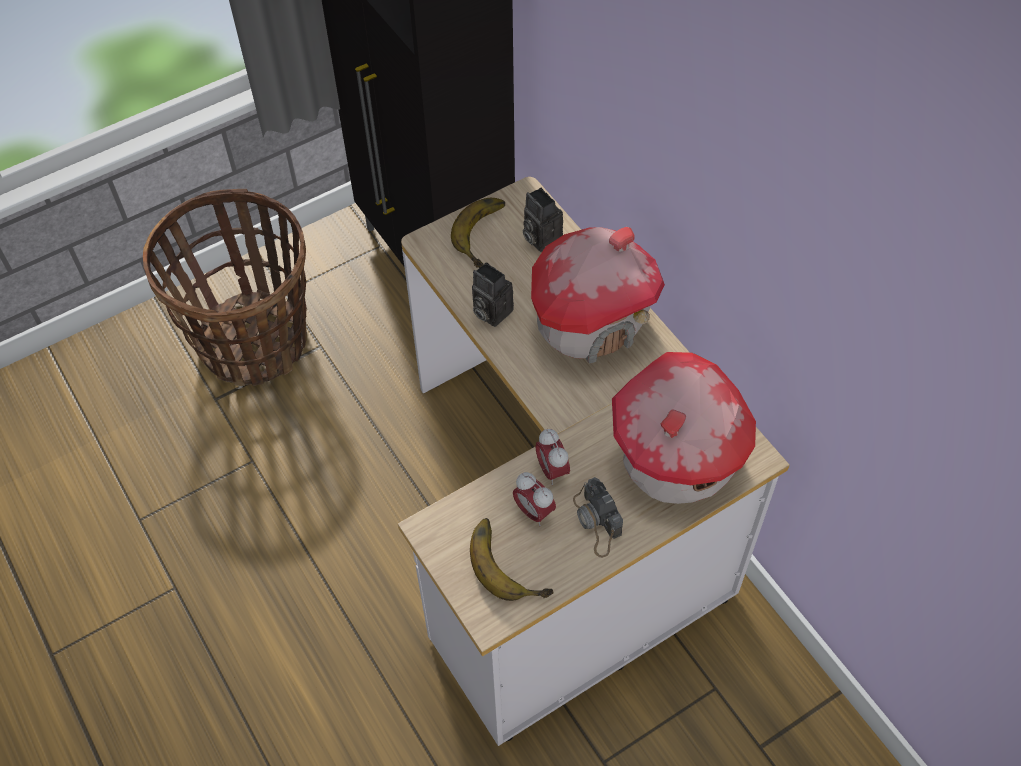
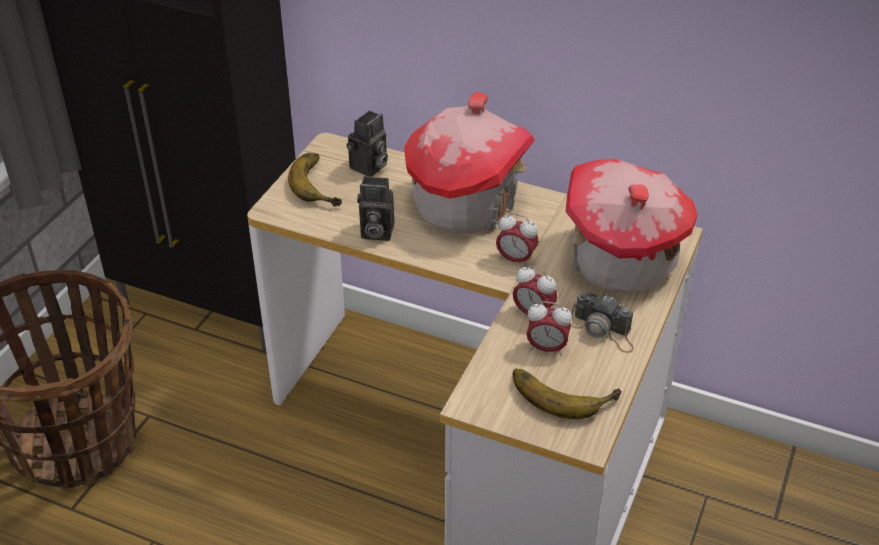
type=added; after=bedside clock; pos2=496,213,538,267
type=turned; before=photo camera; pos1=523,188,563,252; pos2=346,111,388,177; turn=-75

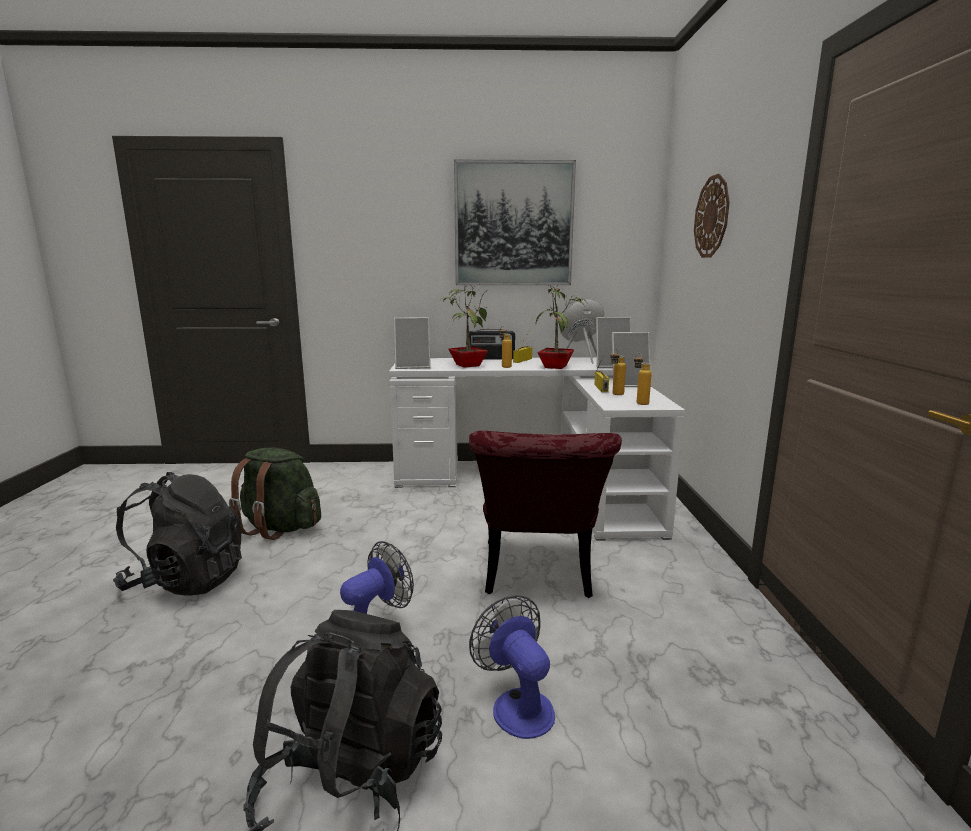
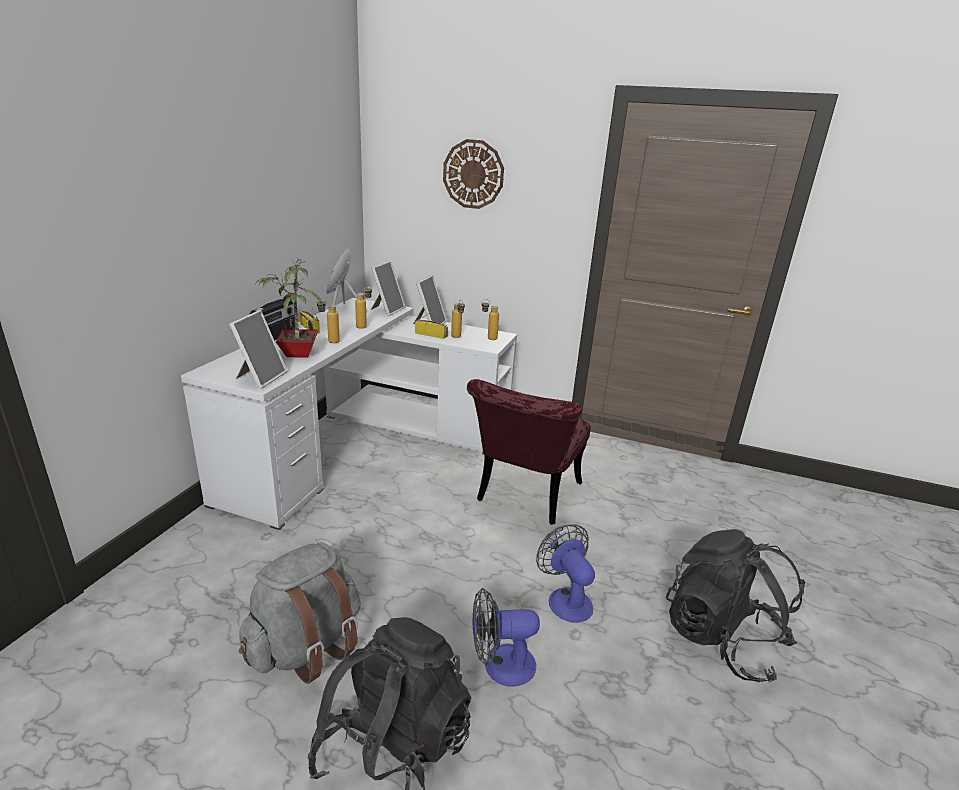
type=removed; before=wall picture; pos1=454,160,576,285
type=moved; before=fan; pos1=469,595,555,739; pos2=472,588,540,687
type=replaced; before=potted plant; after=beverage bottle; pos1=536,285,588,369; pos2=355,285,372,329
type=recoloured; before=greenish knapsack; after=gray knapsack; pos1=229,448,321,540; pos2=239,542,361,684
type=turned; before=reddish upright chair; pos1=469,431,622,598; pos2=467,379,591,525; turn=90

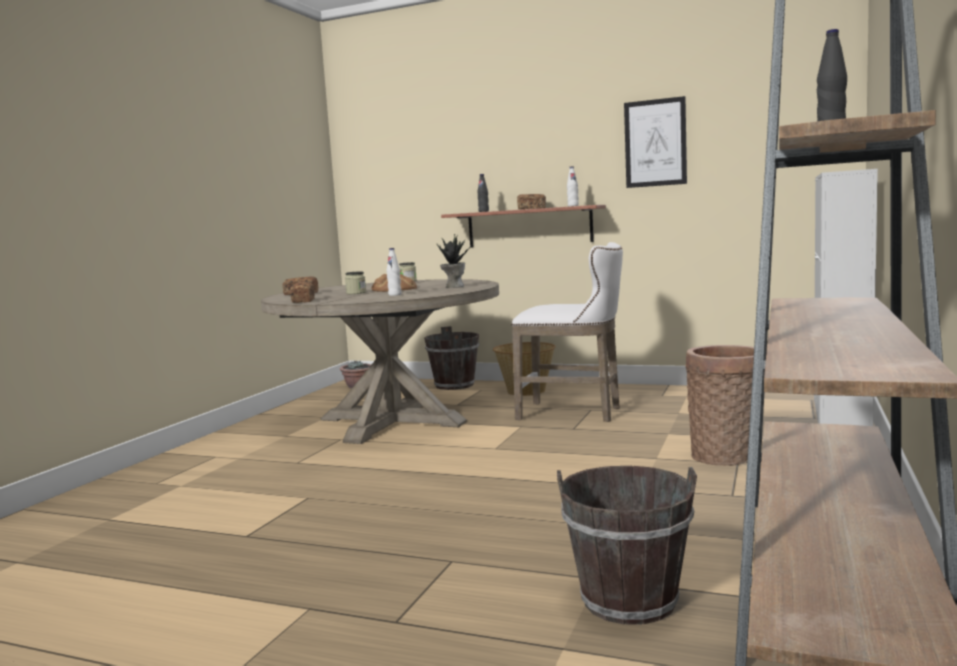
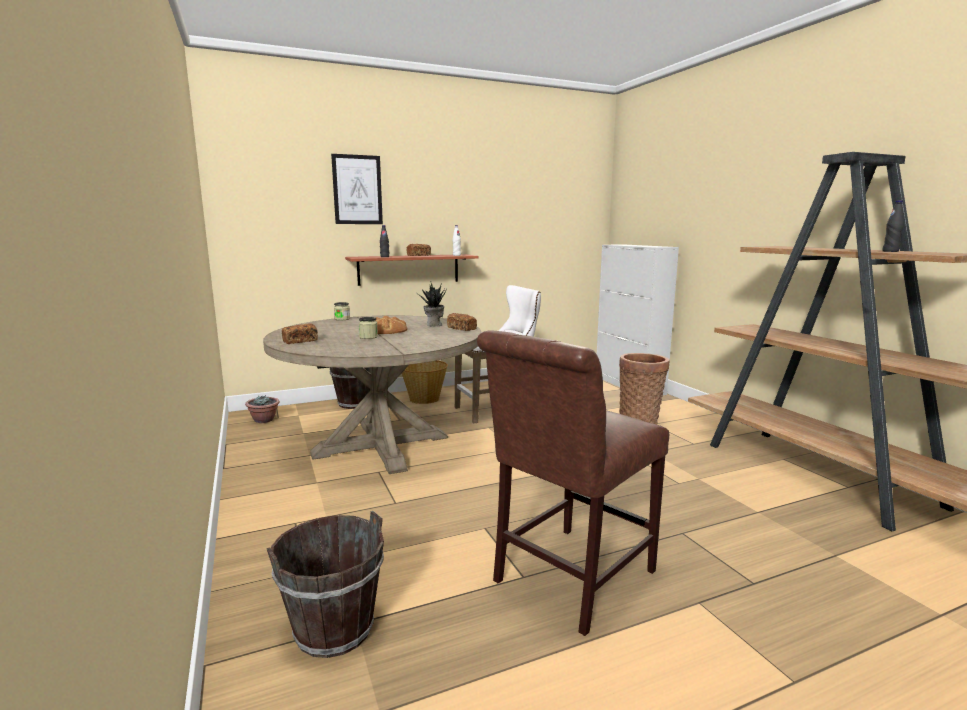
type=removed; before=white-coloured beverage bottle; pos1=387,248,401,296
type=added; after=brown-coloured upright chair; pos2=477,331,669,636
type=moved; before=bread; pos1=290,281,315,303; pos2=447,313,477,331
type=moved; before=brown-coloured bucket; pos1=557,466,697,625; pos2=267,511,384,658
type=moved; before=wall picture; pos1=624,96,687,188; pos2=331,154,383,224

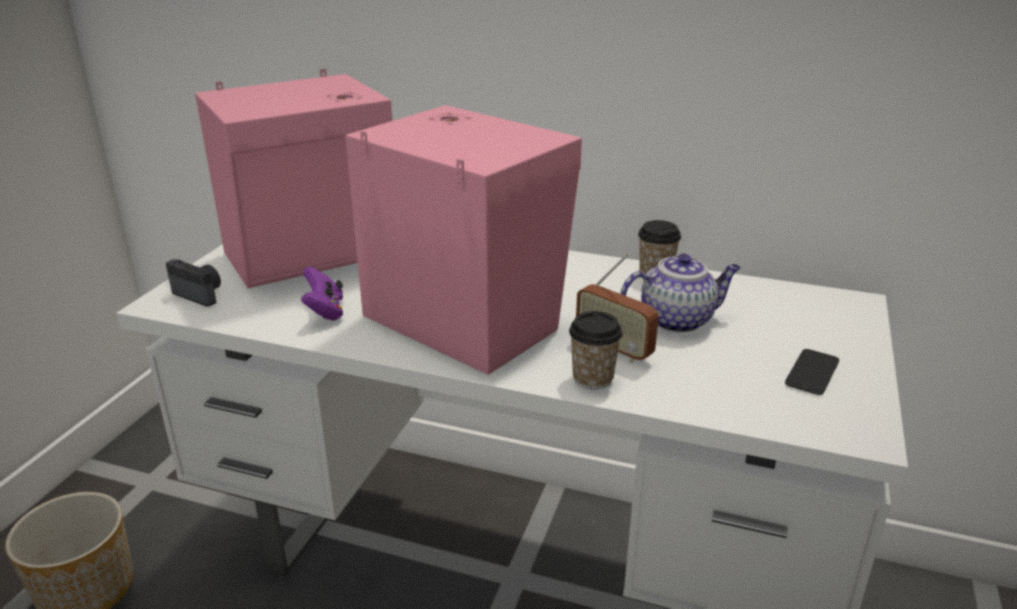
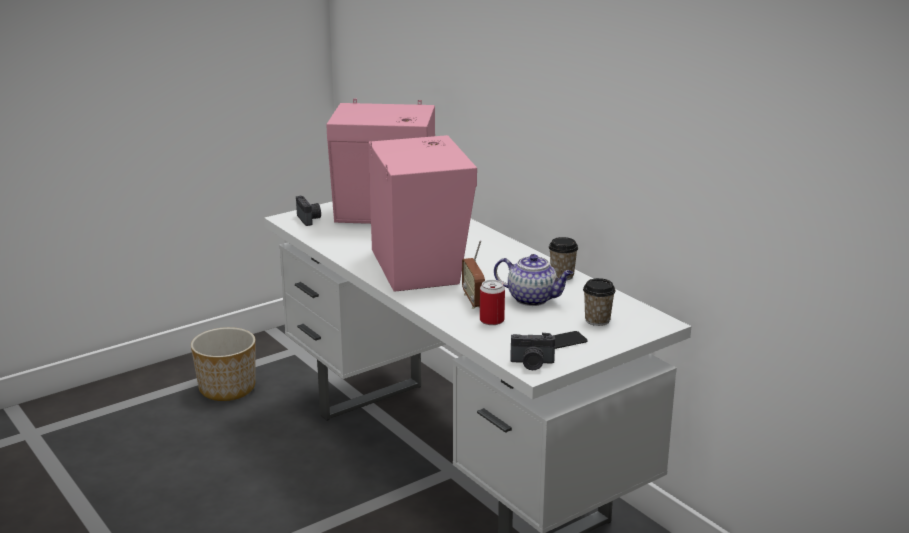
type=removed; before=purplish gamepad; pos1=301,267,343,321
type=added; after=metal can; pos2=480,280,505,325
type=added; after=photo camera; pos2=510,333,555,370
type=moved; before=drinking cup; pos1=569,311,623,390; pos2=583,278,616,326

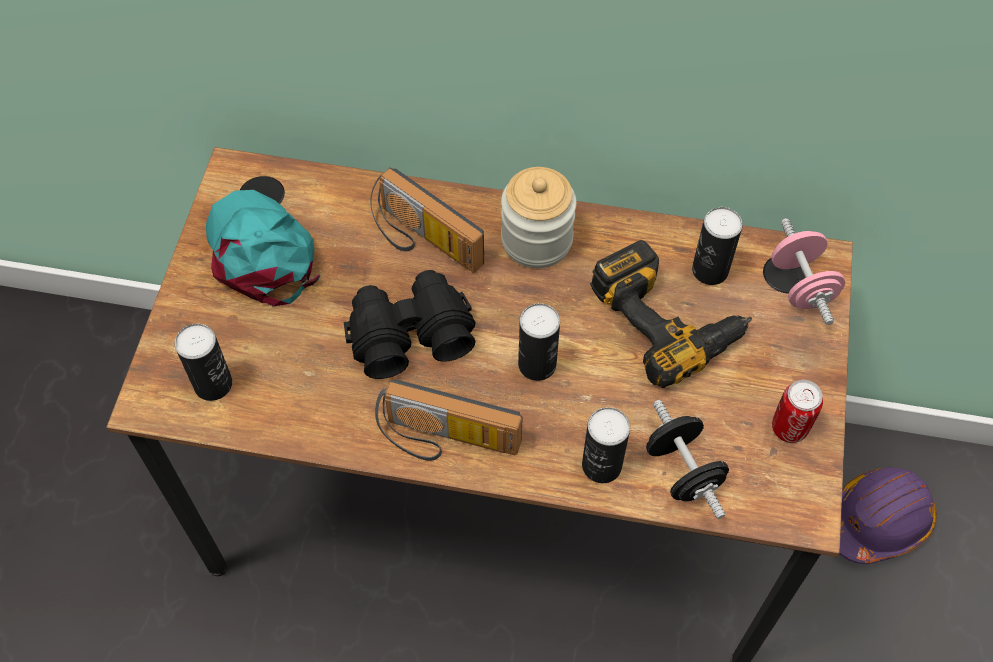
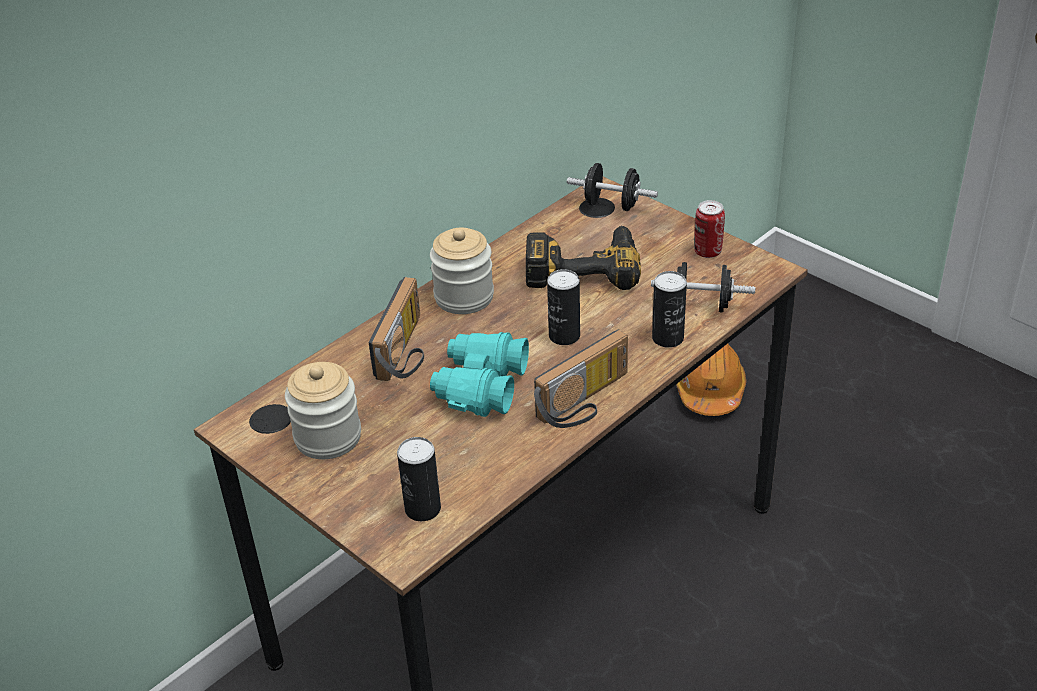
type=removed; before=metal can; pos1=692,207,743,285
type=replaced; before=turquoise cap; after=jar; pos1=206,190,321,306; pos2=285,362,361,459
type=recoloured; before=blackish pair of binoculars; after=turquoise pair of binoculars; pos1=344,270,476,379; pos2=430,332,529,417
type=recoloured; before=pink hand weight; after=blackish hand weight; pos1=771,218,845,325; pos2=567,163,658,211
type=recoloured; before=purplish safety helmet; after=orangey safety helmet; pos1=839,467,937,564; pos2=676,344,746,416
type=turned; before=radio receiver; pos1=370,167,484,273; pos2=369,277,424,381; turn=-60

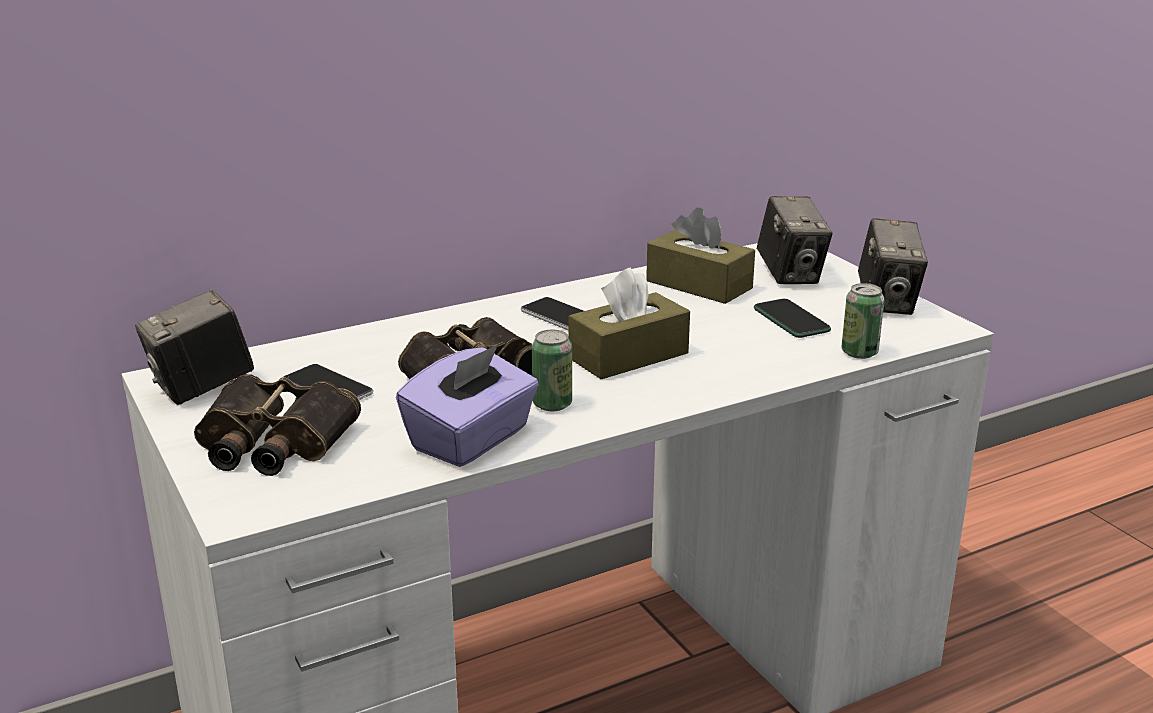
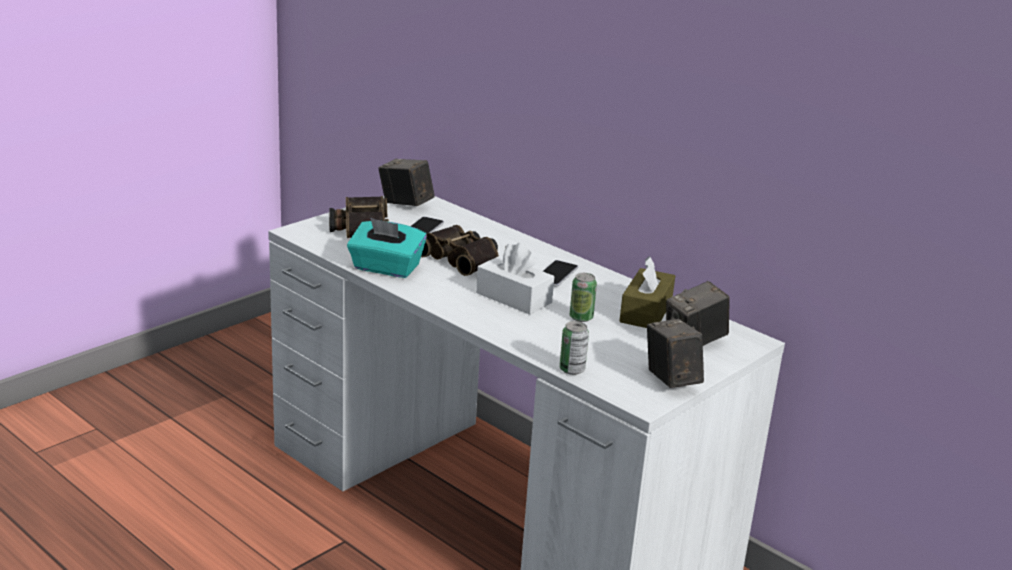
type=removed; before=telephone; pos1=754,299,831,338
type=moved; before=metal can; pos1=532,330,572,411; pos2=570,273,597,322
type=recoloured; before=purplish tissue holder; after=turquoise tissue holder; pos1=396,344,539,467; pos2=347,218,427,278
type=recoloured; before=brown-coloured tissue holder; after=white-coloured tissue holder; pos1=569,267,690,379; pos2=476,243,554,315
type=turned; before=photo camera; pos1=858,218,928,315; pos2=647,319,704,388; turn=90

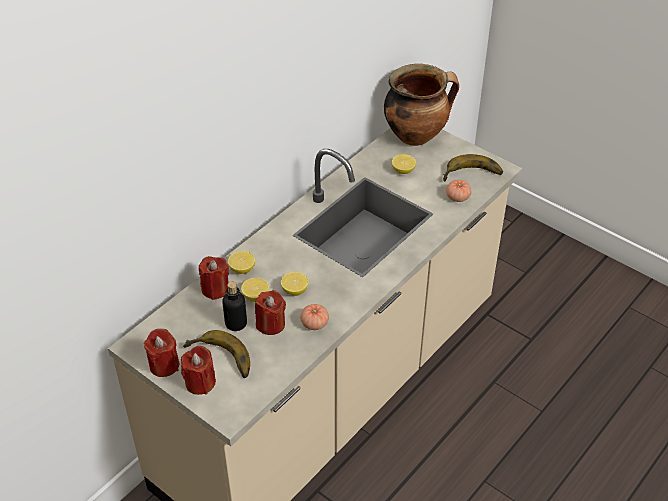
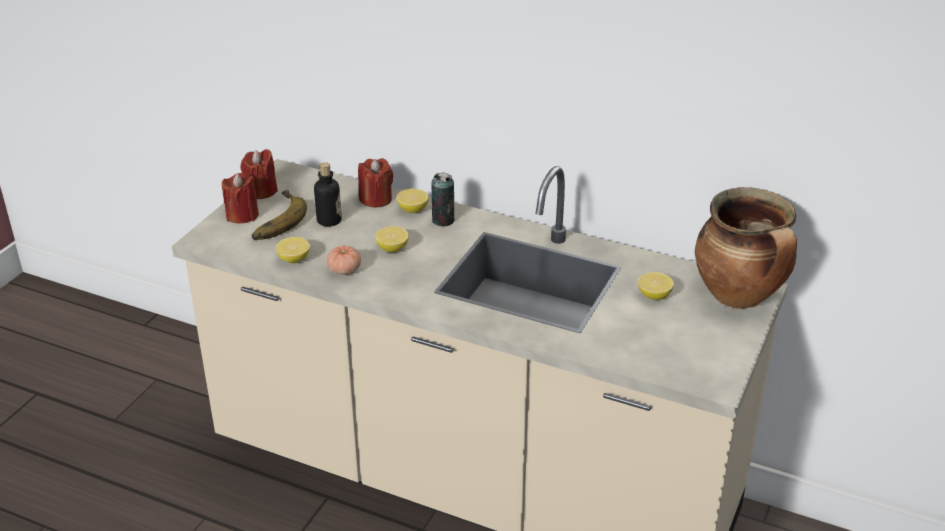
type=removed; before=reddish candle; pos1=255,290,286,335
type=removed; before=banana fruit; pos1=443,154,503,181
type=removed; before=fresh tomato; pos1=446,180,471,202
type=added; after=metal can; pos2=431,172,454,226
type=moved; before=lemon; pos1=241,278,269,302; pos2=276,237,310,263

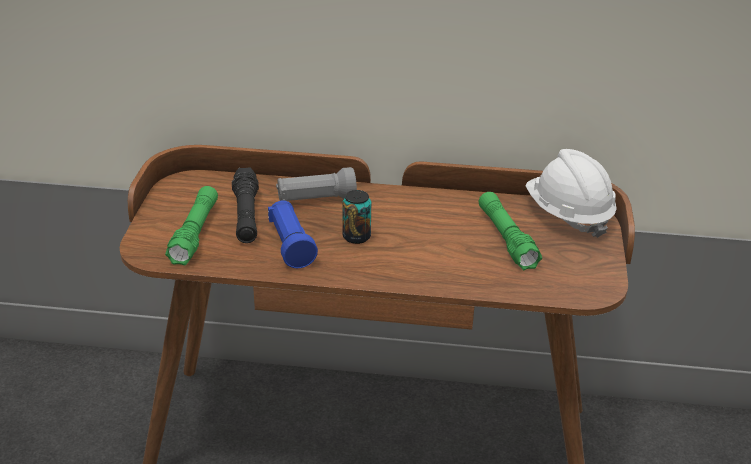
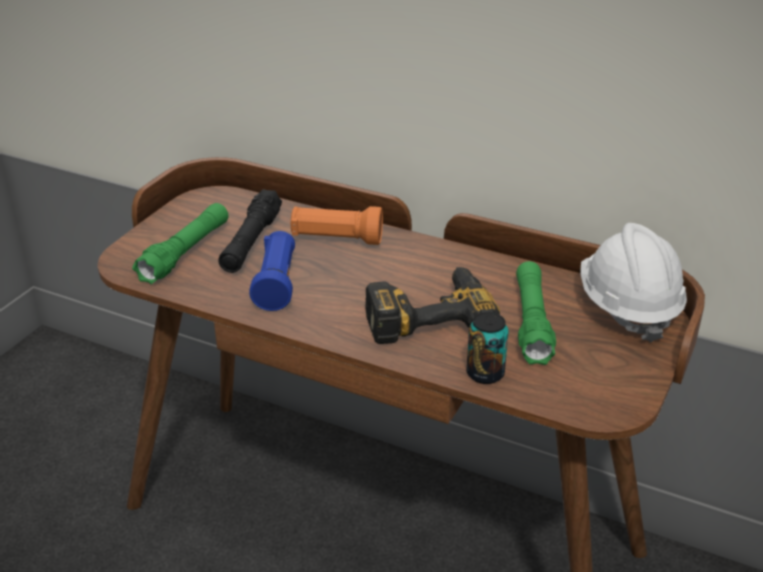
type=added; after=electric drill; pos2=365,267,500,344
type=moved; before=metal can; pos1=342,190,371,244; pos2=466,312,509,384
type=recoloured; before=gray hand torch; after=orangey hand torch; pos1=276,167,357,201; pos2=291,206,383,245

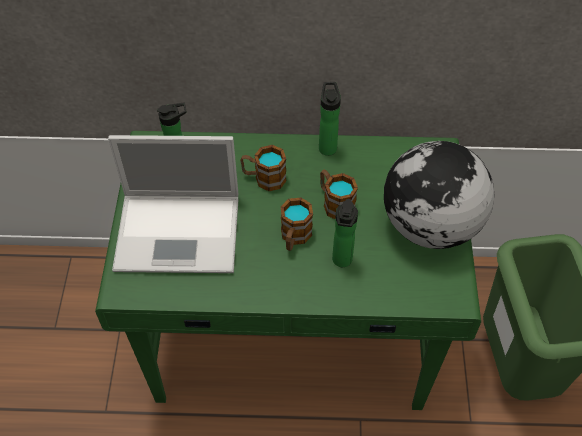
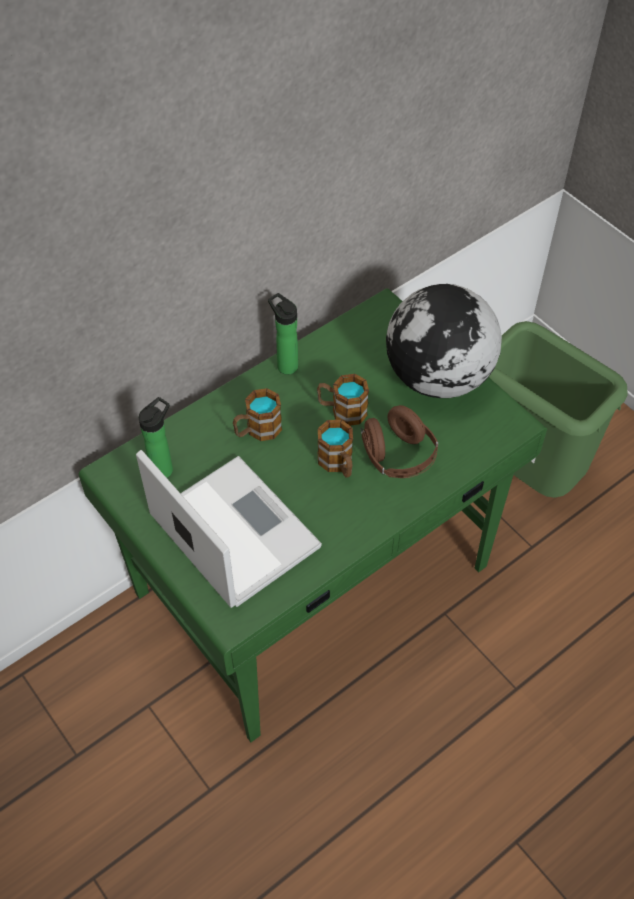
type=replaced; before=beverage bottle; after=brown-coloured pair of headphones; pos1=332,199,358,267; pos2=361,405,438,478
type=turned; before=portable computer; pos1=108,135,238,273; pos2=136,450,322,608; turn=-90

